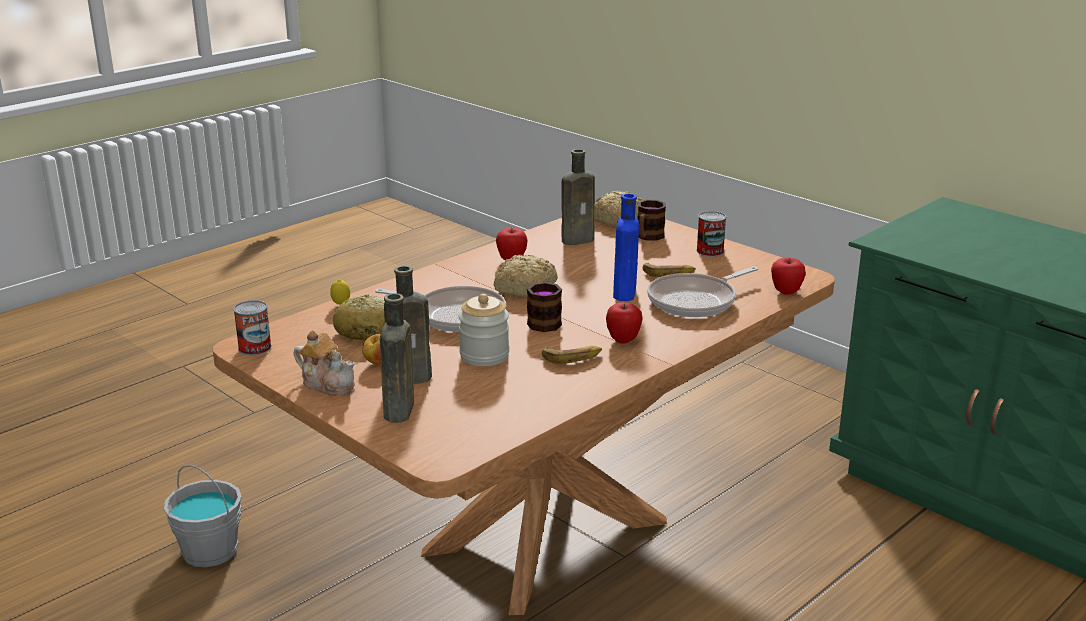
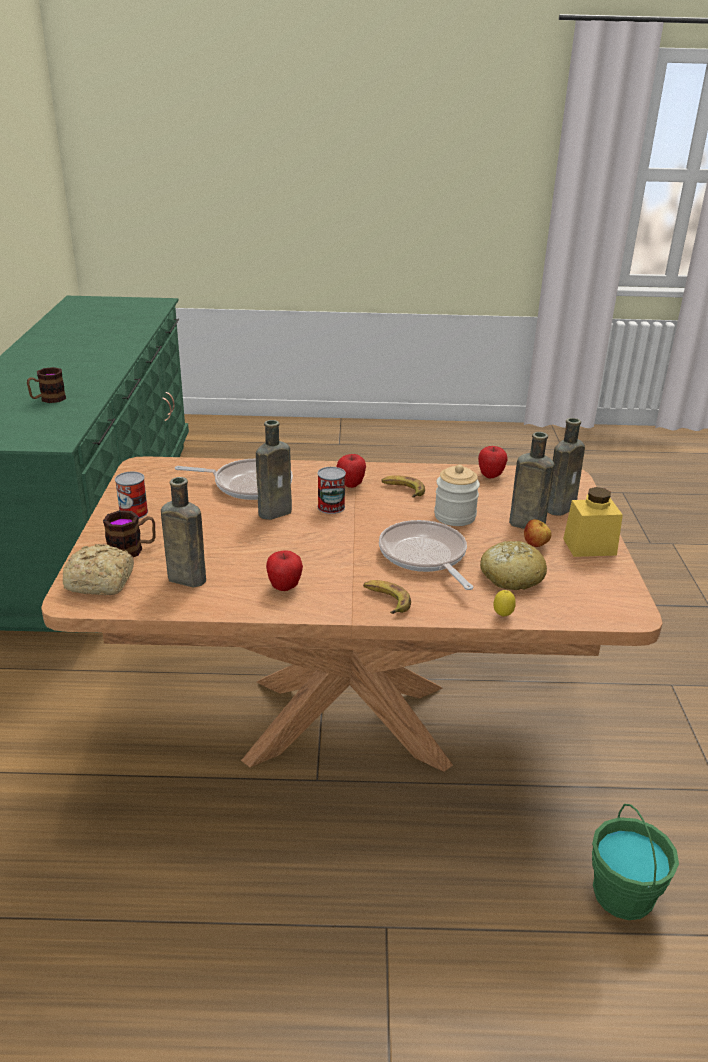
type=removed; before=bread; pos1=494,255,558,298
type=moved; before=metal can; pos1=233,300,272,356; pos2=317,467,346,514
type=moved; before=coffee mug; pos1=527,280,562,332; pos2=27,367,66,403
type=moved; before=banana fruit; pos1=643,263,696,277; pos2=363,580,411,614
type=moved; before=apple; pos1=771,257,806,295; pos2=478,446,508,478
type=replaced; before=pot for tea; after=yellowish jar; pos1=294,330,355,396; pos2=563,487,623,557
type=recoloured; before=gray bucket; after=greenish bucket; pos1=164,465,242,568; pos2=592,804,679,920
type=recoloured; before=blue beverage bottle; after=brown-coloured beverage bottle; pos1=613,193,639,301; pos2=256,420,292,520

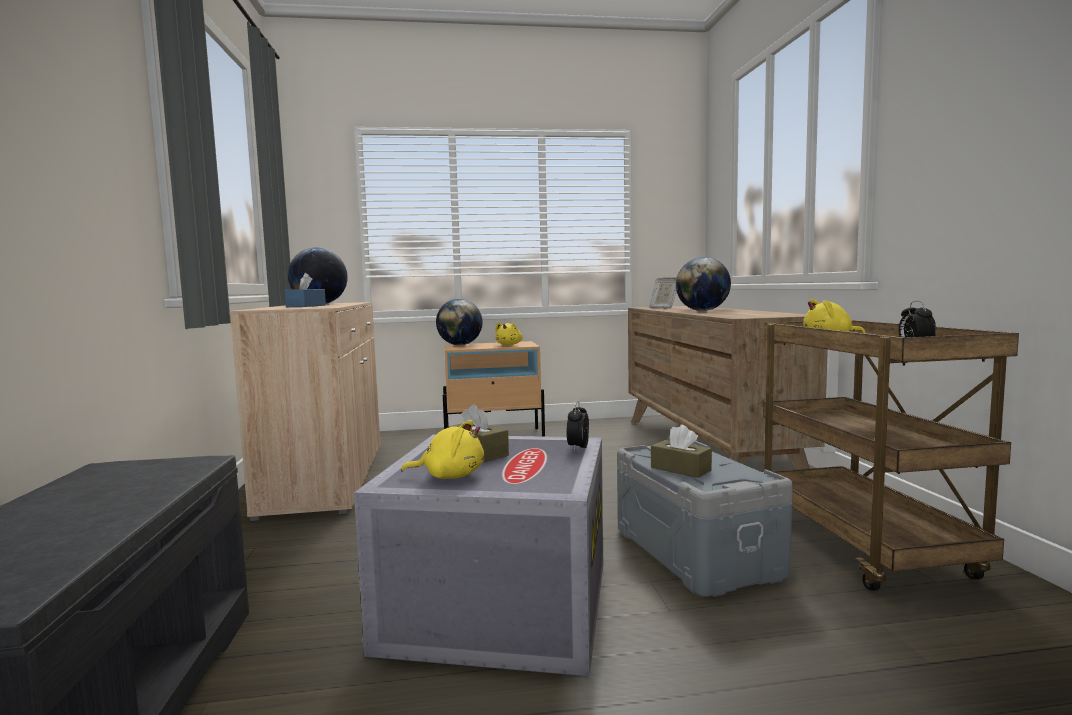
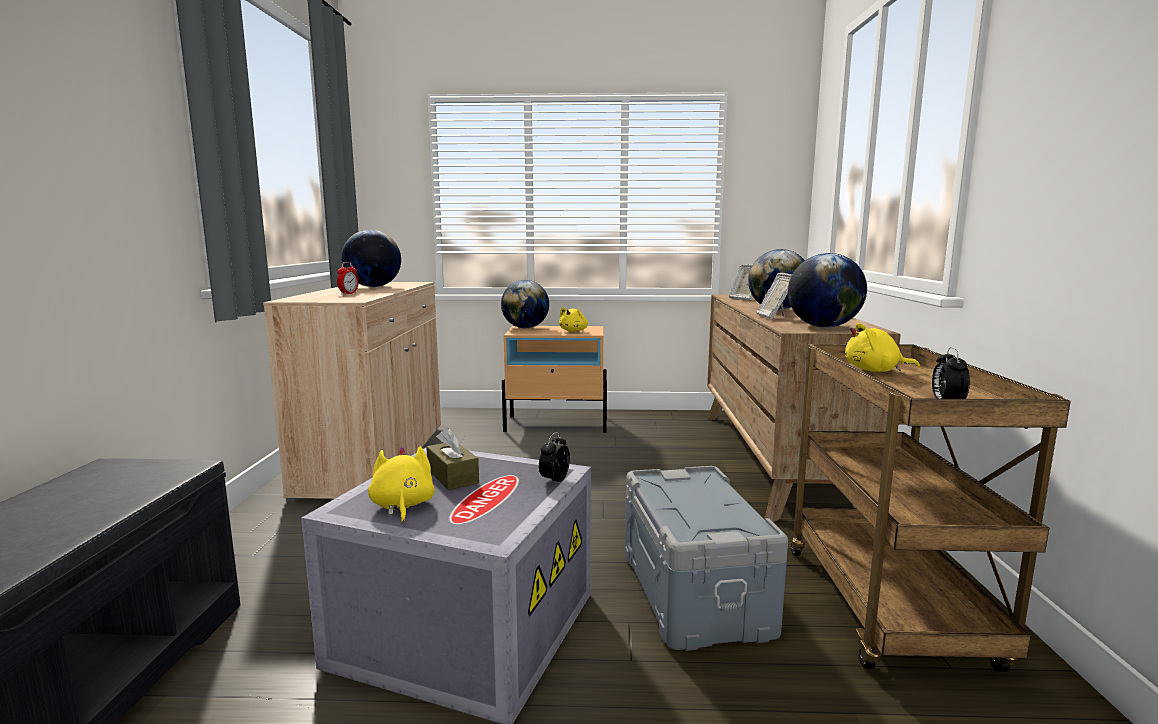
type=removed; before=brown-coloured tissue holder; pos1=651,425,712,478
type=added; after=picture frame; pos2=756,273,792,319
type=added; after=world globe; pos2=788,253,867,327
type=replaced; before=blue tissue holder; after=bedside clock; pos1=285,273,326,307; pos2=337,262,358,295
type=turned; before=yellowish soft toy; pos1=401,420,484,479; pos2=368,446,435,523; turn=-120

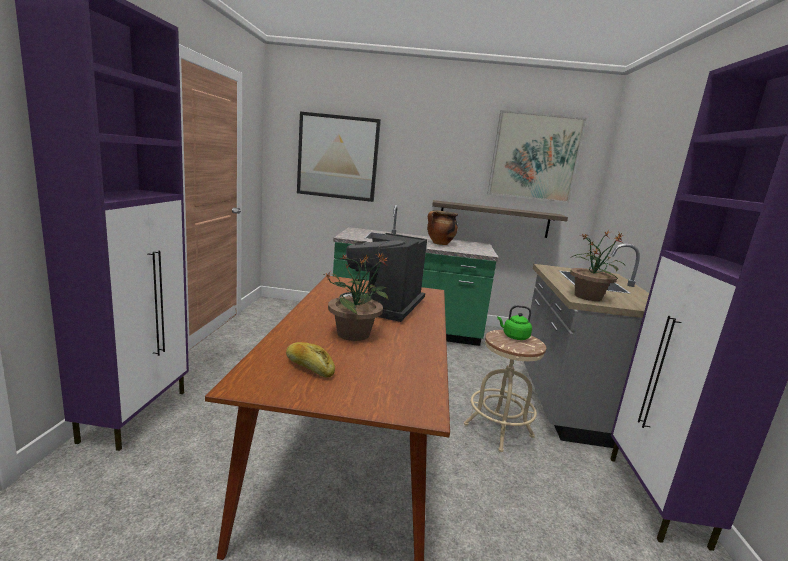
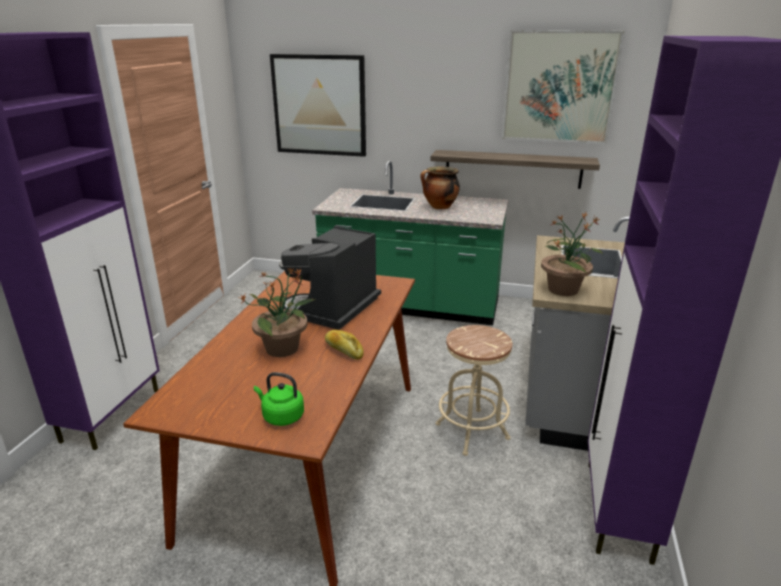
type=moved; before=bread; pos1=286,342,335,378; pos2=325,330,364,360
type=moved; before=greenish water kettle; pos1=497,305,532,340; pos2=254,372,304,426

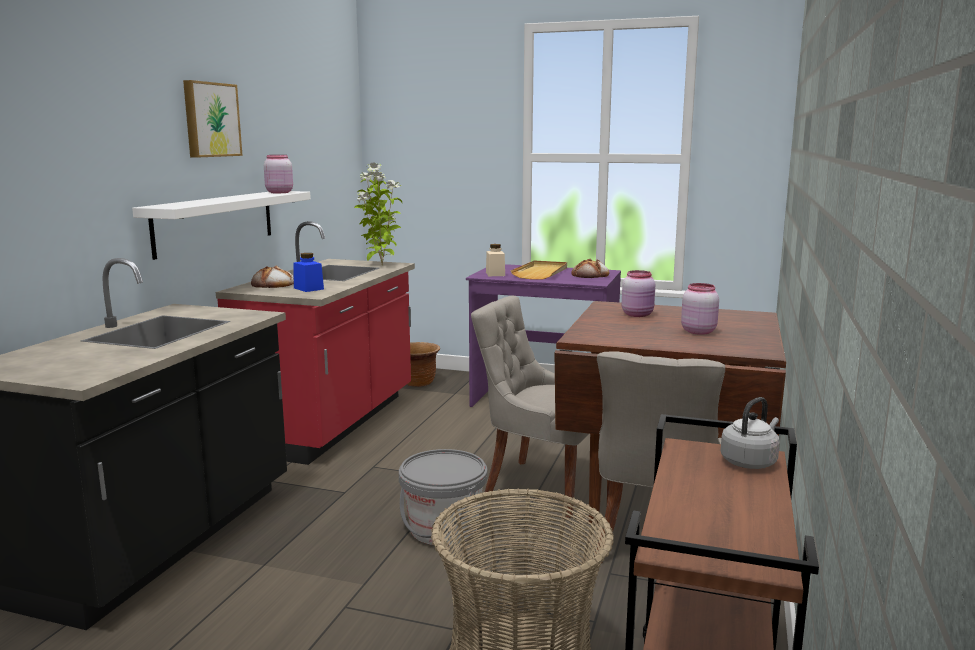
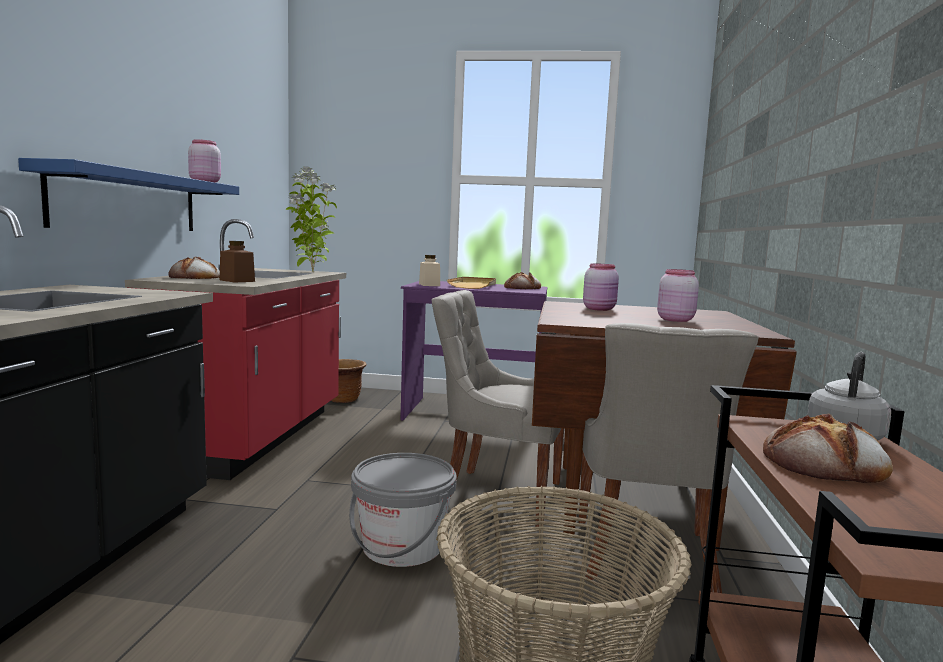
type=removed; before=wall picture; pos1=183,80,242,158
type=added; after=bread; pos2=763,413,893,483
type=recoloured; before=white-coloured wall shelf; after=blue wall shelf; pos1=132,191,311,260; pos2=18,158,239,231
type=recoloured; before=blue jar; after=brown-coloured jar; pos1=293,253,324,292; pos2=220,241,255,283

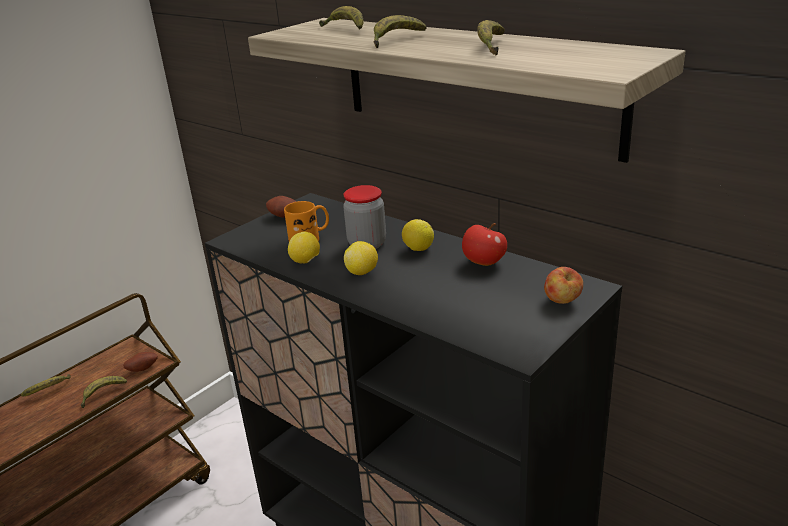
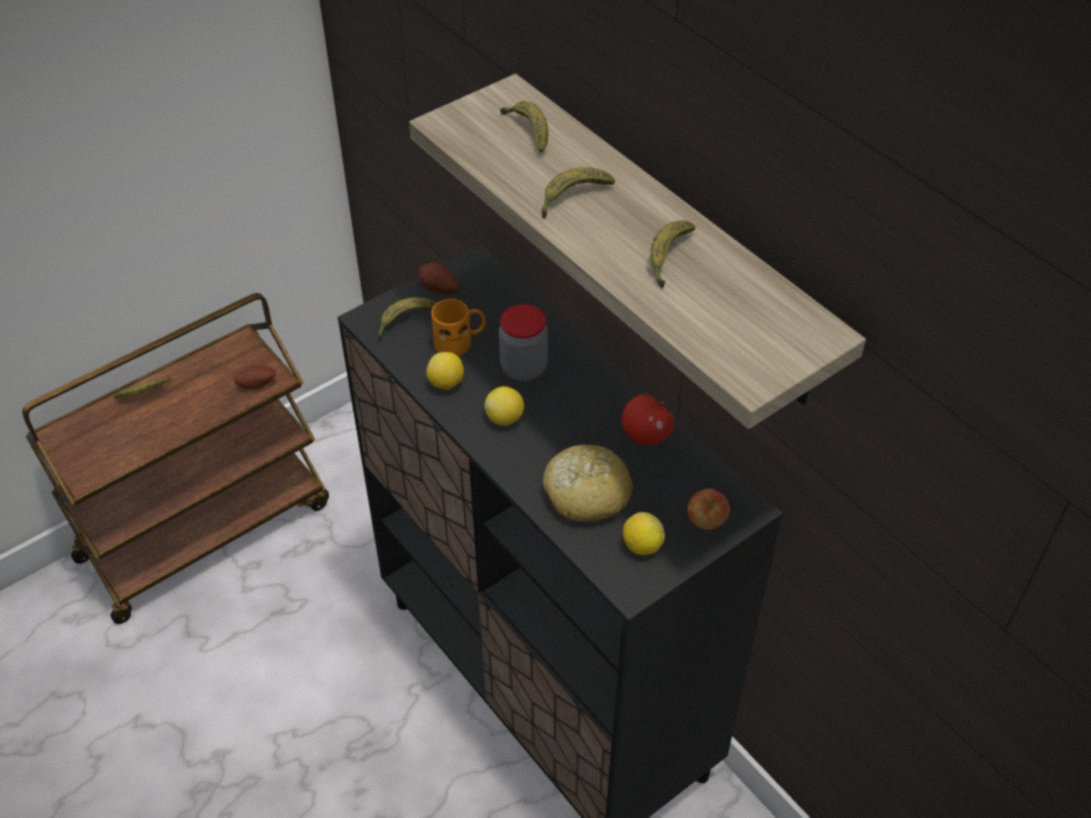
type=added; after=bread; pos2=543,445,633,522
type=moved; before=banana fruit; pos1=81,376,127,408; pos2=378,297,437,340
type=moved; before=lemon; pos1=402,219,434,251; pos2=623,512,665,555

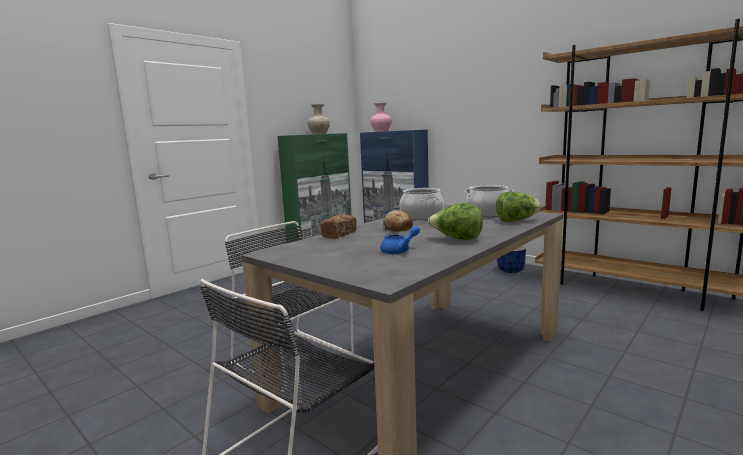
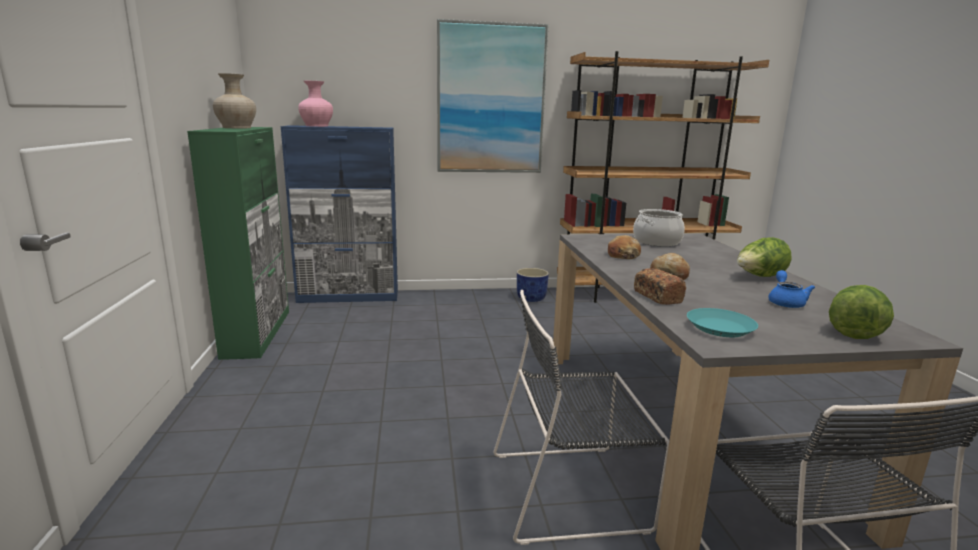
type=added; after=wall picture; pos2=437,19,549,173
type=added; after=turquoise plate; pos2=687,308,758,337
type=moved; before=lettuce; pos1=496,192,541,222; pos2=829,285,894,339
type=replaced; before=saucepot; after=bread; pos1=399,188,444,220; pos2=608,235,641,259

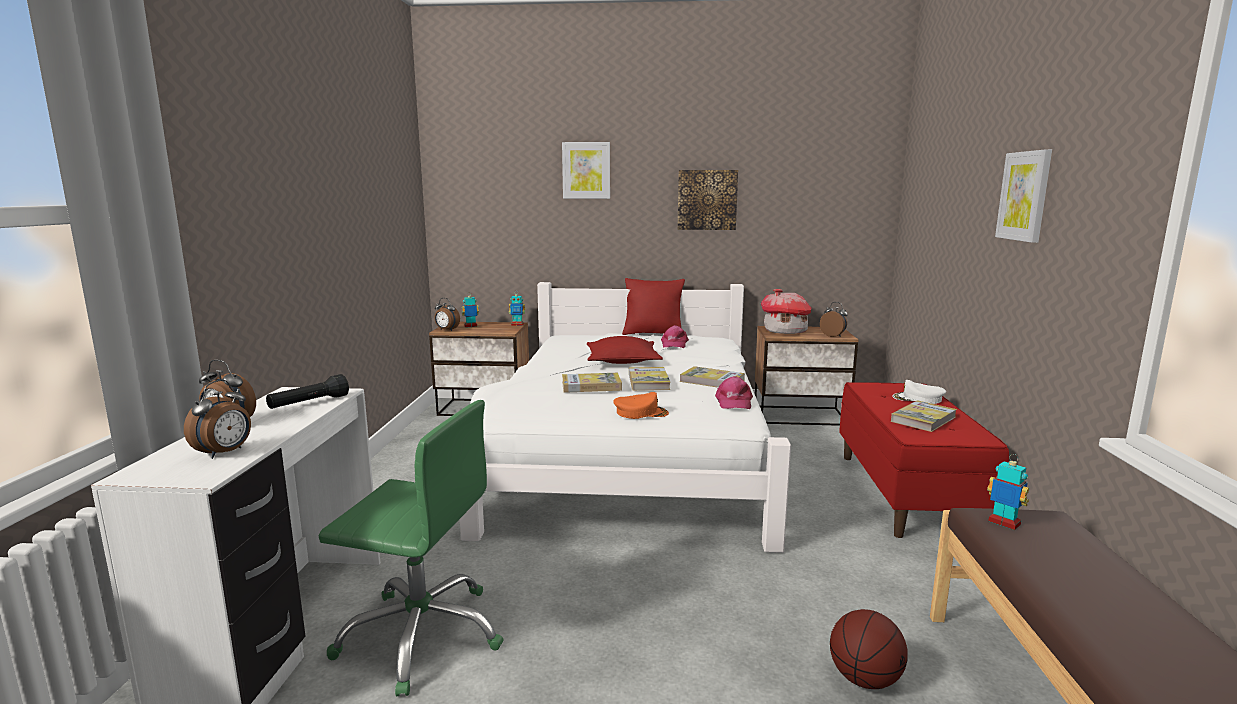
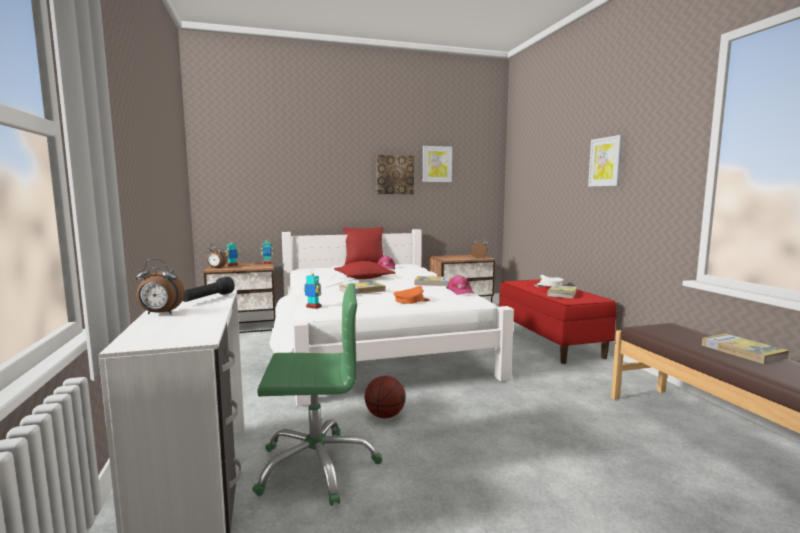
type=removed; before=bedside clock; pos1=184,380,251,459
type=removed; before=model house; pos1=761,289,811,334
type=moved; before=wall picture; pos1=562,142,610,199; pos2=423,146,452,182
type=moved; before=book; pos1=629,367,671,390; pos2=702,334,789,364
type=moved; before=ball for basketball; pos1=830,609,908,689; pos2=365,376,406,418
type=moved; before=robot figure; pos1=987,454,1029,530; pos2=303,273,322,309

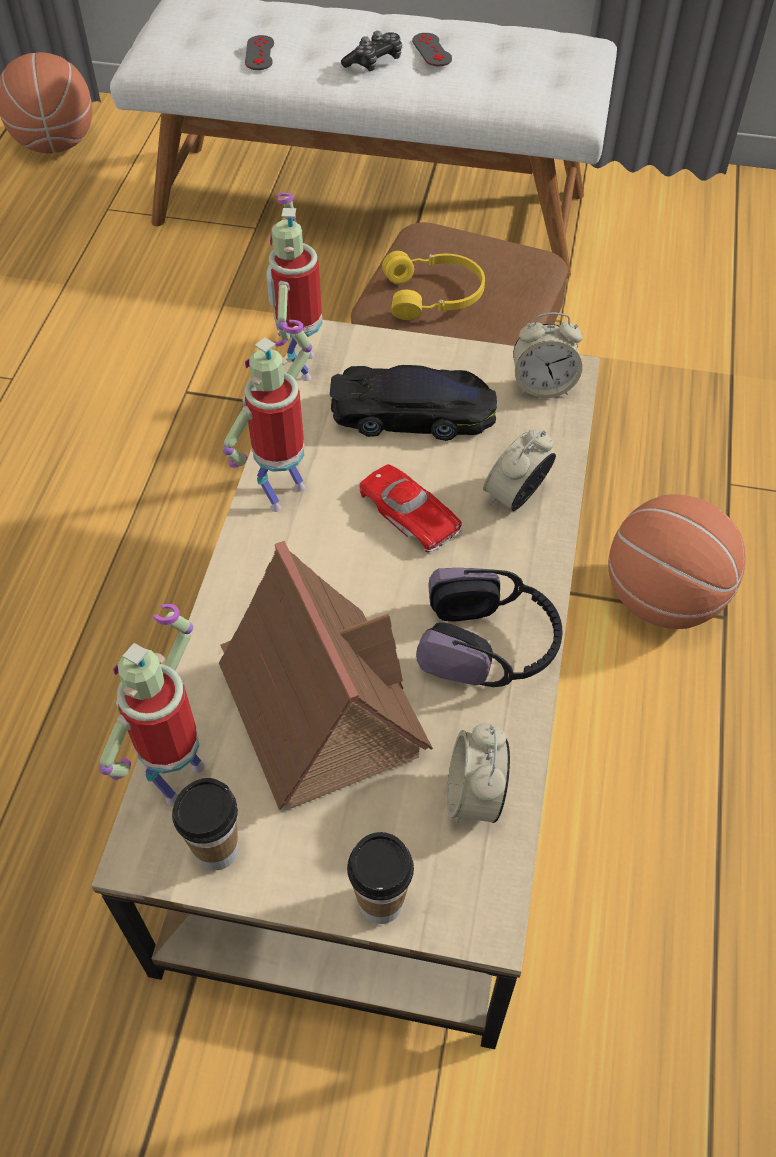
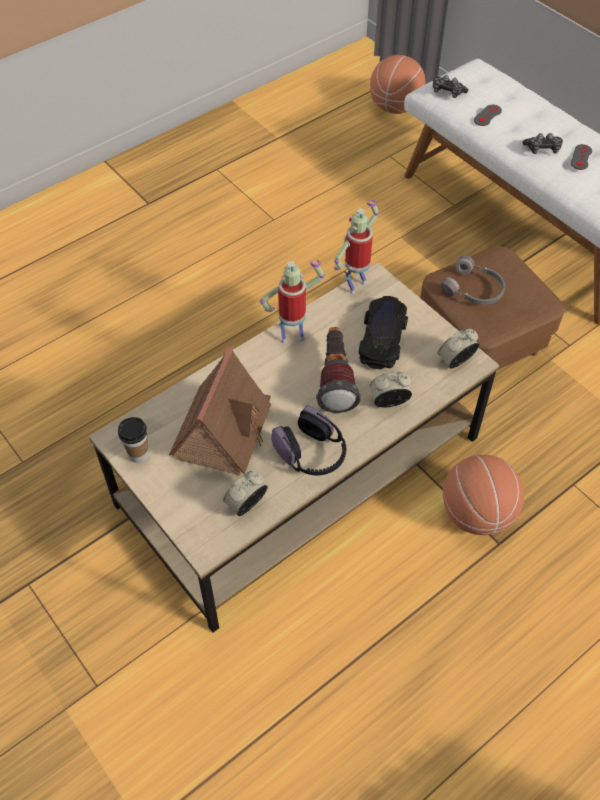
type=removed; before=robot figure; pos1=99,604,205,806
type=removed; before=drinking cup; pos1=347,832,414,924
type=added; after=gamepad; pos2=433,75,468,98
type=replaced; before=reddish toy car; after=hand torch; pos1=359,464,462,552; pos2=316,327,361,413
type=recoloured; before=yellowish pair of headphones; after=gray pair of headphones; pos1=382,251,485,320; pos2=440,255,505,305
type=turned; before=blackish toy car; pos1=330,365,497,441; pos2=359,296,408,369; turn=-120
type=turned; before=bedside clock; pos1=513,313,583,398; pos2=438,329,479,368; turn=105

